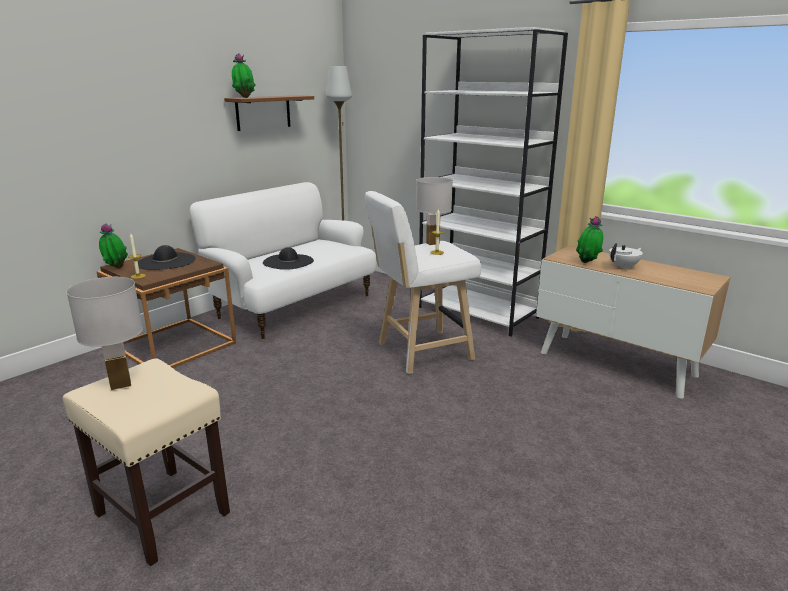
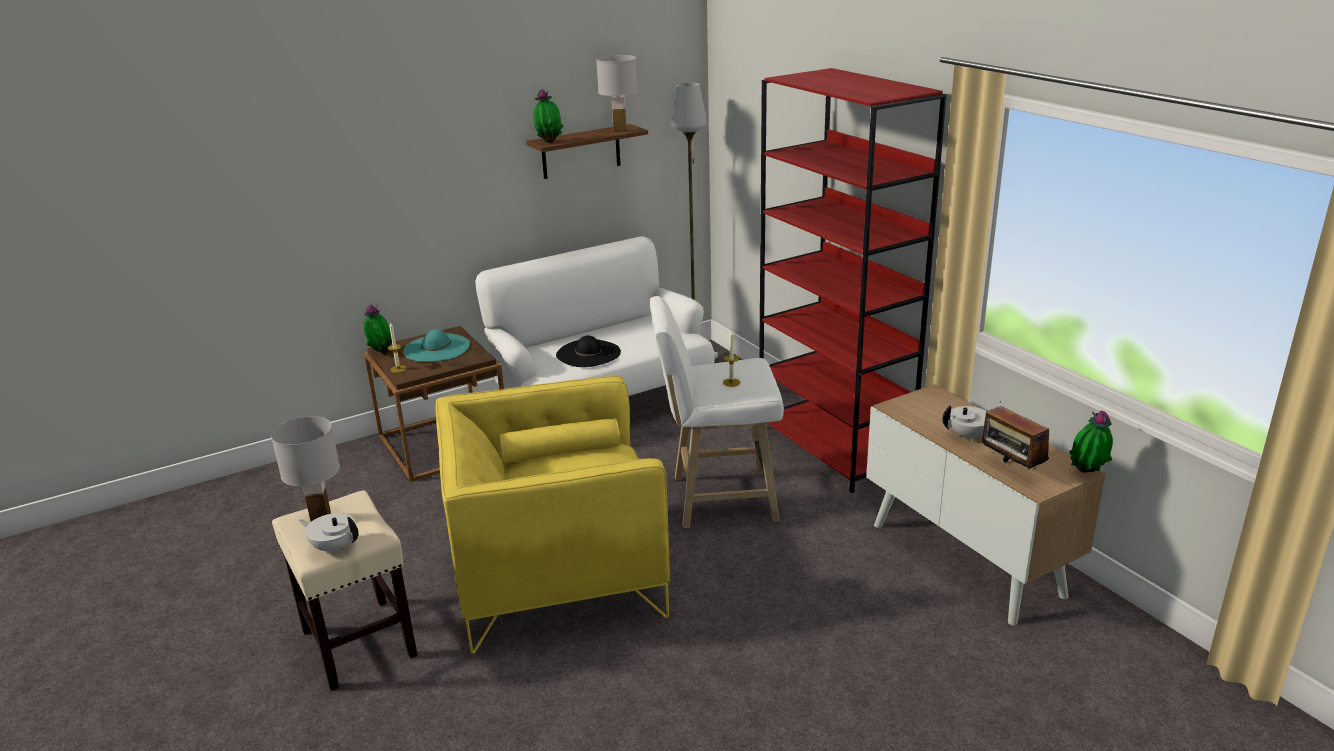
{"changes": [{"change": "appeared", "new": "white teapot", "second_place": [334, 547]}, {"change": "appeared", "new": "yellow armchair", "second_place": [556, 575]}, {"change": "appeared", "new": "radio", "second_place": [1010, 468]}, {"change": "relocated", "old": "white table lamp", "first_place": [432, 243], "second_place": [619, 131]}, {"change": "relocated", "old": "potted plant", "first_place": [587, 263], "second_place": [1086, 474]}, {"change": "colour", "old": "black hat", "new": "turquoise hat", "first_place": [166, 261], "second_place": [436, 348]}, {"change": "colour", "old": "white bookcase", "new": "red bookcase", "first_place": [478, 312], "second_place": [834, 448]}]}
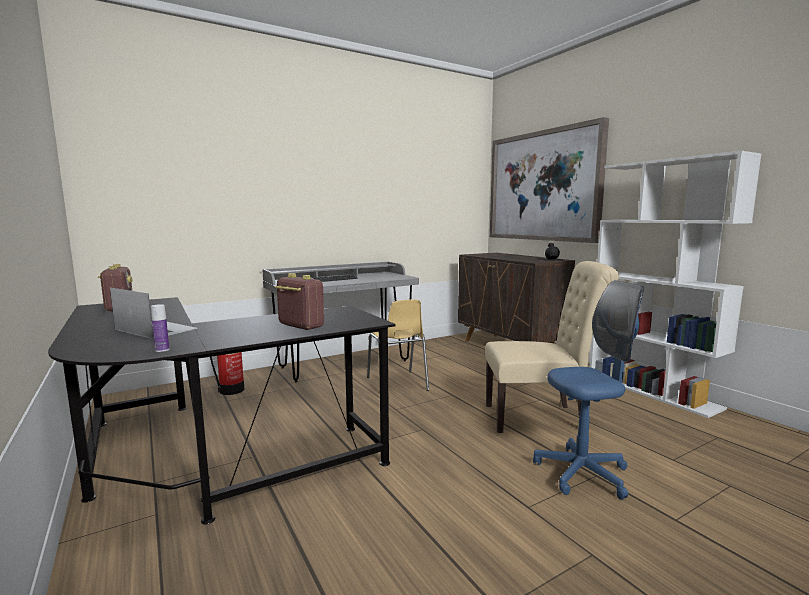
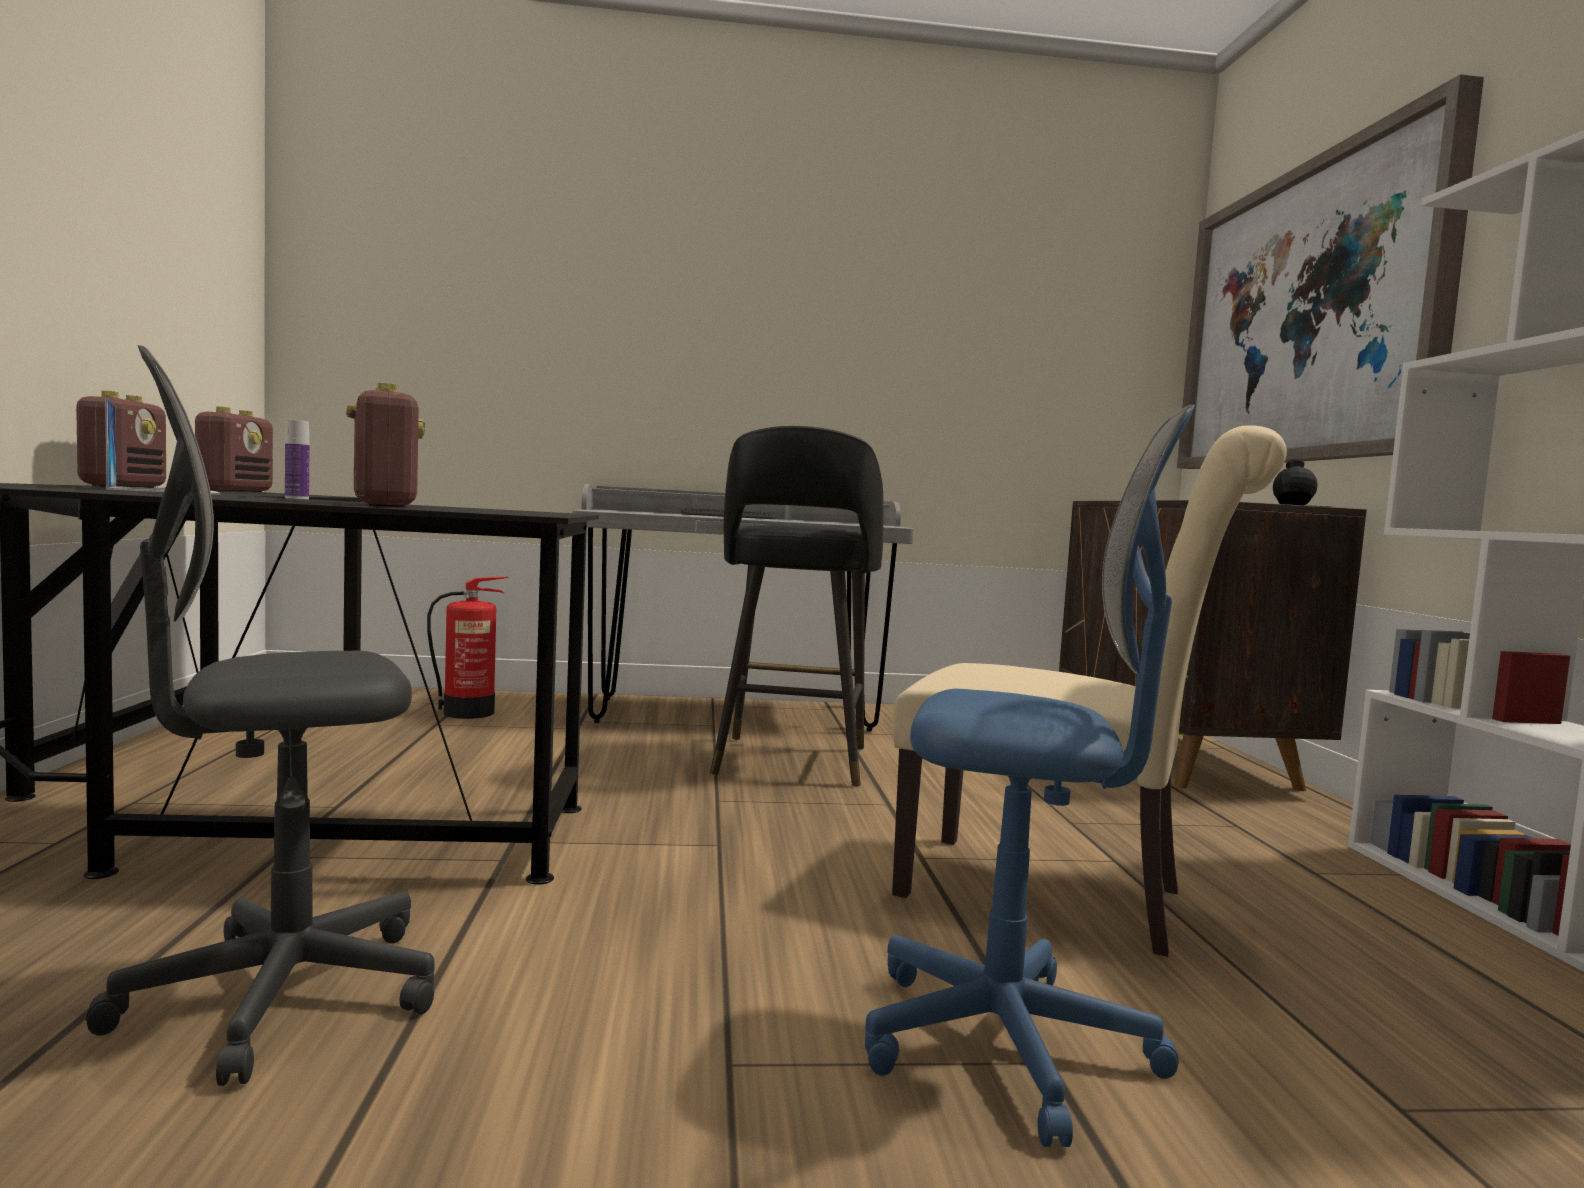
{"changes": [{"change": "appeared", "new": "radio", "second_place": [123, 486]}, {"change": "appeared", "new": "grey office chair", "second_place": [282, 995]}, {"change": "relocated", "old": "bottle", "first_place": [162, 350], "second_place": [297, 498]}, {"change": "exchanged", "old": "yellow chair", "new": "black stool", "first_place": [397, 384], "second_place": [790, 762]}]}
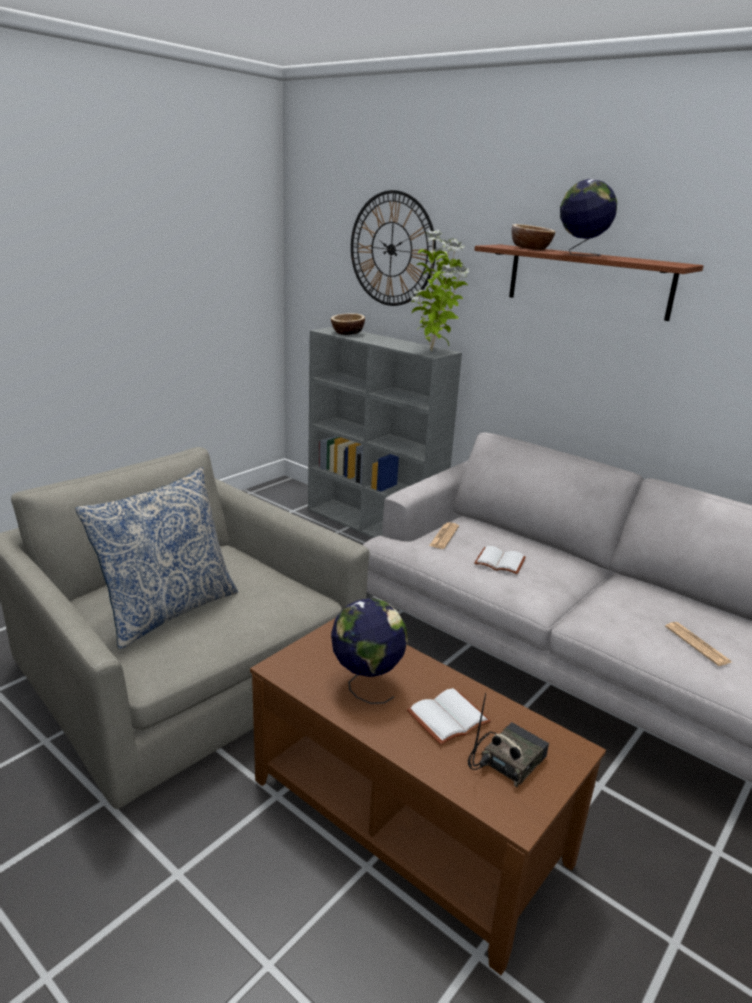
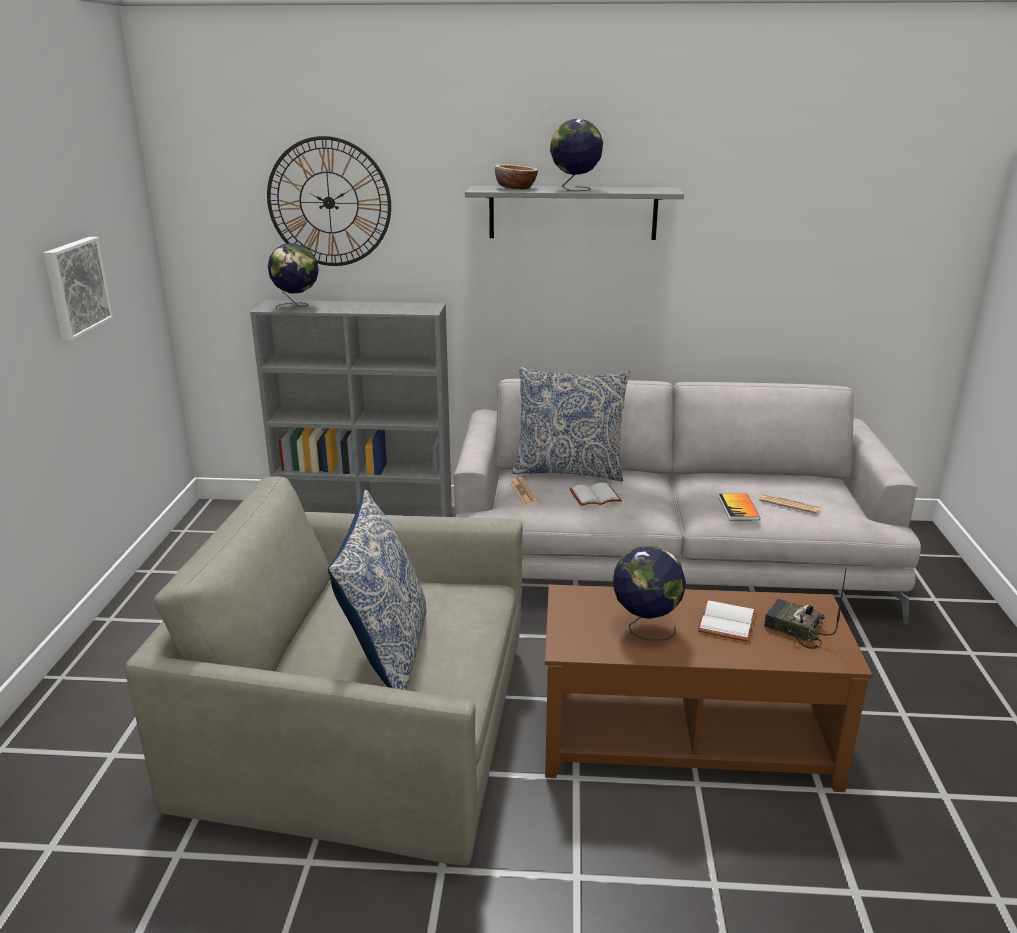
{"changes": [{"change": "missing", "old": "potted plant", "first_place": [433, 351]}, {"change": "appeared", "new": "picture", "second_place": [75, 287]}, {"change": "appeared", "new": "pillow", "second_place": [568, 470]}, {"change": "appeared", "new": "book", "second_place": [738, 508]}, {"change": "exchanged", "old": "bowl", "new": "globe", "first_place": [347, 333], "second_place": [297, 306]}, {"change": "colour", "old": "brown shelf", "new": "grey shelf", "first_place": [588, 281], "second_place": [572, 212]}, {"change": "spun", "old": "radio", "first_place": [506, 760], "second_place": [793, 630], "degrees": -60}]}
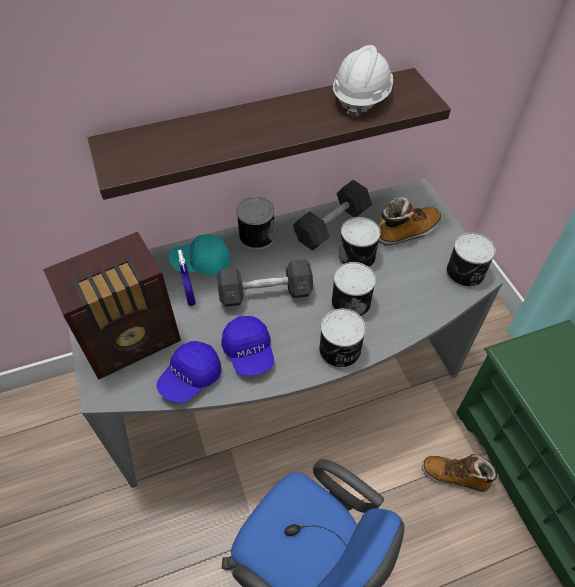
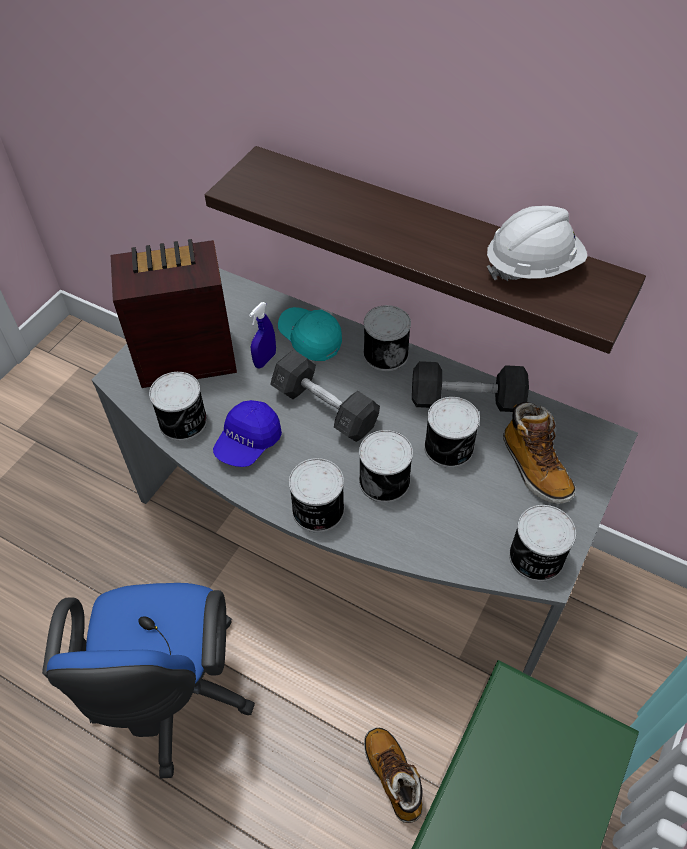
{"changes": [{"change": "exchanged", "old": "blue cap", "new": "can", "first_place": [190, 378], "second_place": [184, 422]}, {"change": "spun", "old": "radio", "first_place": [133, 340], "second_place": [184, 358], "degrees": 150}, {"change": "spun", "old": "boot", "first_place": [407, 232], "second_place": [534, 468], "degrees": 45}]}
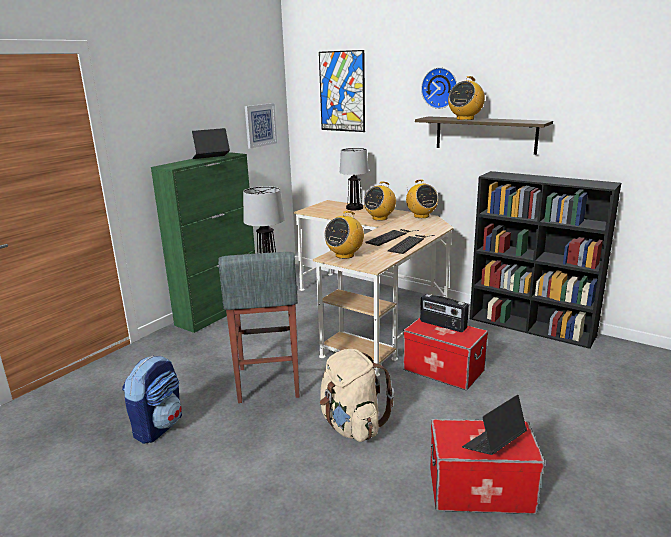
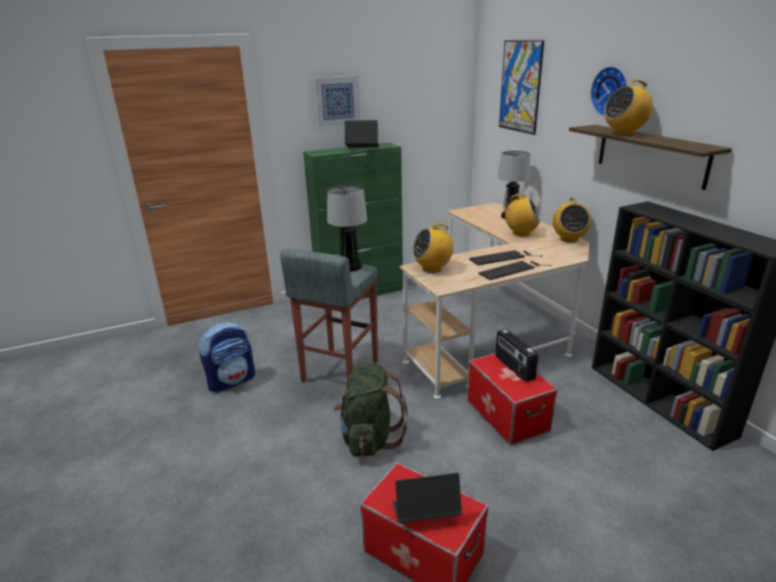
{"changes": [{"change": "relocated", "old": "picture", "first_place": [260, 125], "second_place": [337, 100]}, {"change": "colour", "old": "beige backpack", "new": "green backpack", "first_place": [352, 426], "second_place": [369, 438]}, {"change": "spun", "old": "radio", "first_place": [380, 218], "second_place": [521, 233], "degrees": -150}]}
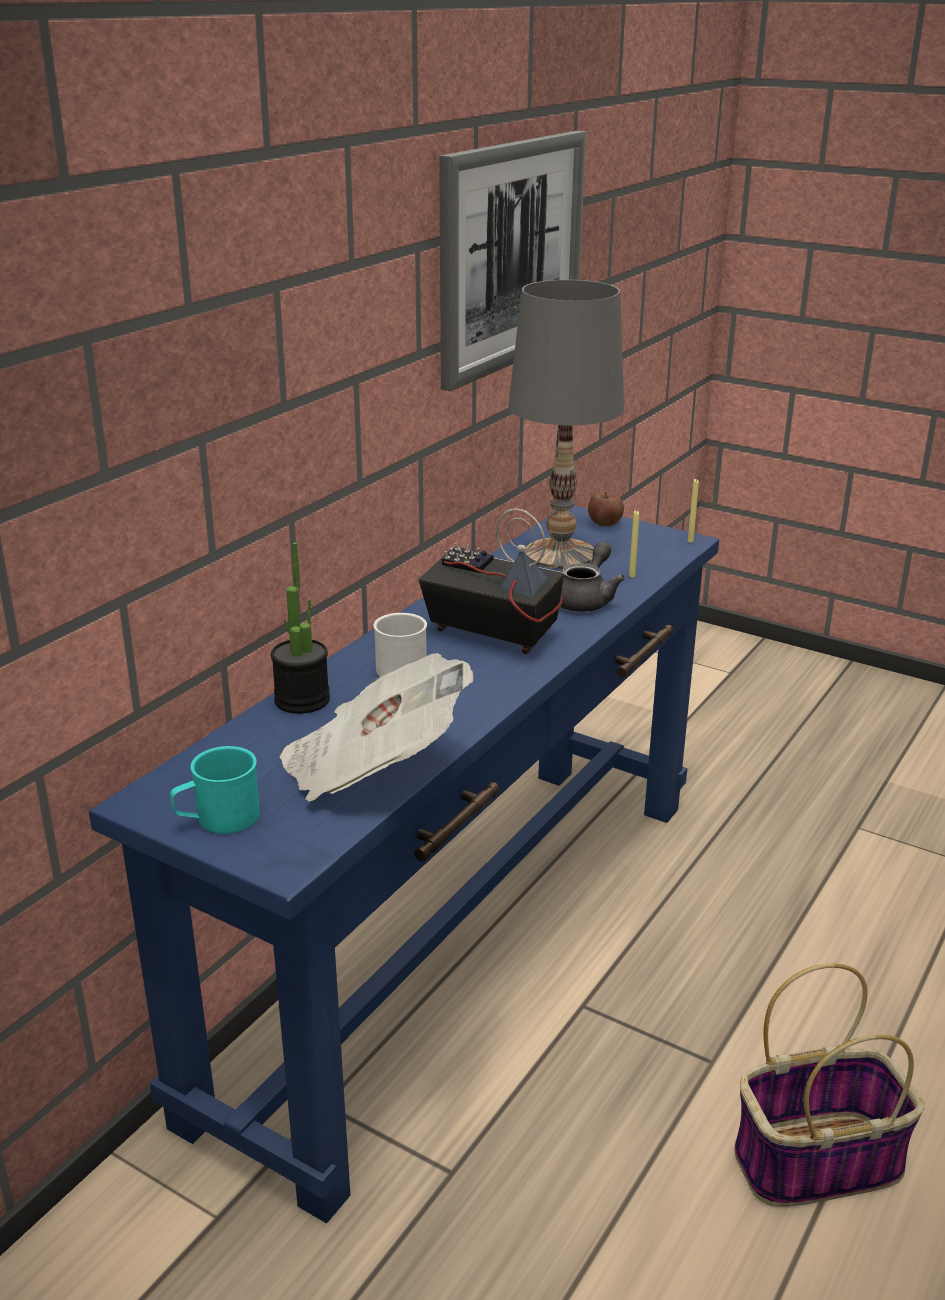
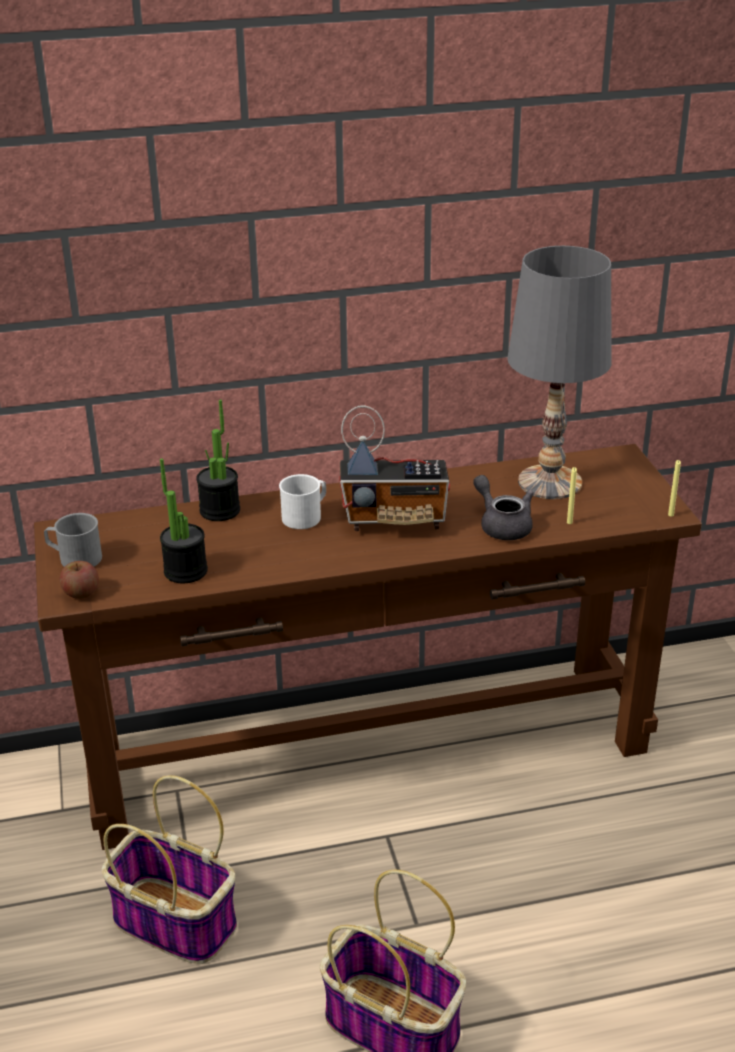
{"changes": [{"change": "missing", "old": "picture", "first_place": [510, 255]}, {"change": "appeared", "new": "basket", "second_place": [172, 922]}, {"change": "relocated", "old": "apple", "first_place": [605, 523], "second_place": [81, 593]}, {"change": "exchanged", "old": "newspaper", "new": "potted plant", "first_place": [373, 768], "second_place": [185, 571]}, {"change": "colour", "old": "blue console table", "new": "brown console table", "first_place": [464, 944], "second_place": [369, 752]}, {"change": "colour", "old": "turquoise mug", "new": "grey mug", "first_place": [218, 819], "second_place": [74, 558]}, {"change": "spun", "old": "radio", "first_place": [491, 634], "second_place": [395, 520], "degrees": 105}, {"change": "spun", "old": "grey teapot", "first_place": [586, 599], "second_place": [502, 525], "degrees": -105}]}
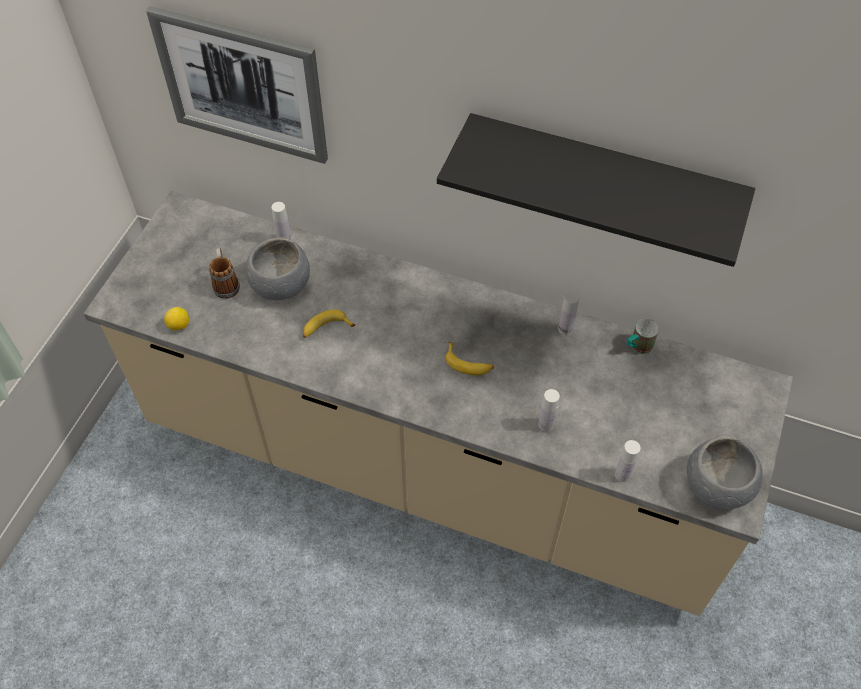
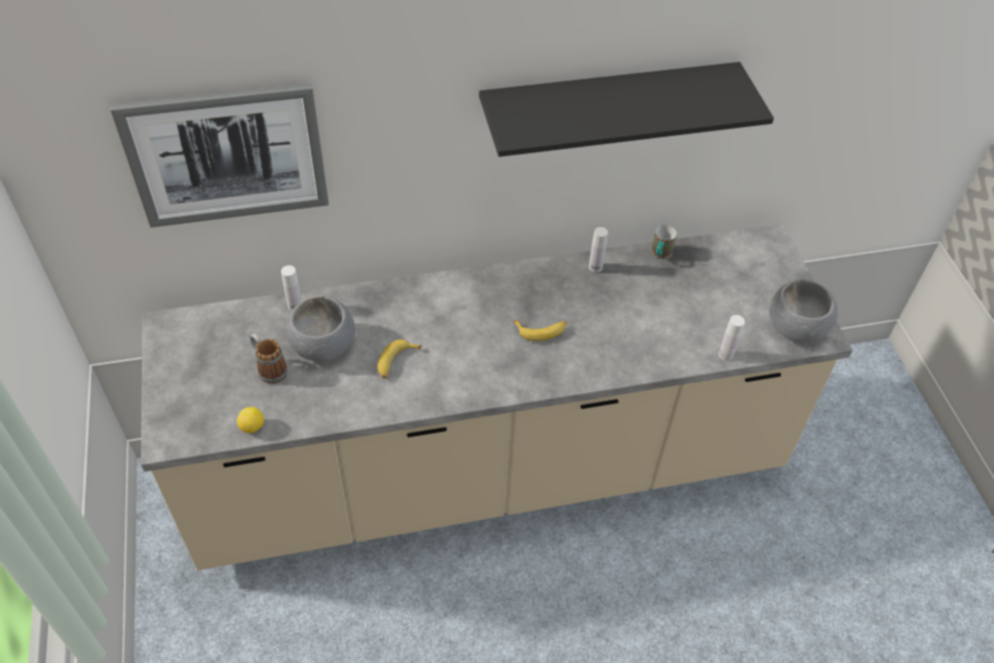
{"changes": [{"change": "missing", "old": "white bottle", "first_place": [546, 424]}]}
